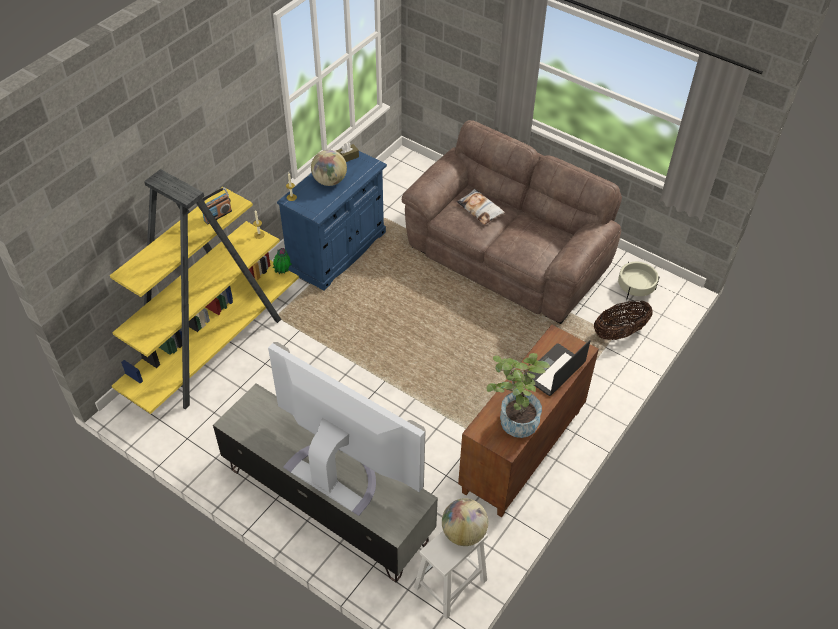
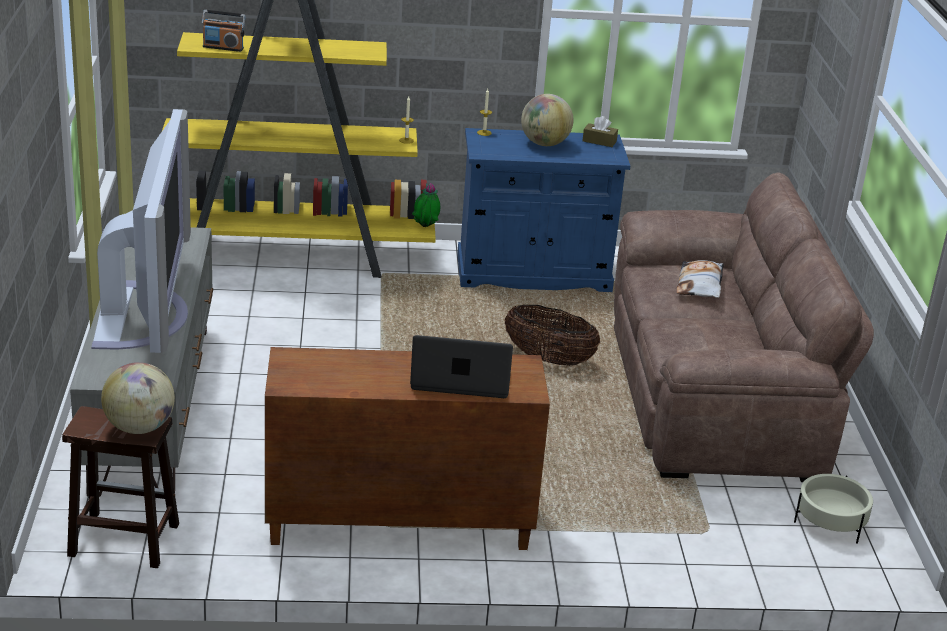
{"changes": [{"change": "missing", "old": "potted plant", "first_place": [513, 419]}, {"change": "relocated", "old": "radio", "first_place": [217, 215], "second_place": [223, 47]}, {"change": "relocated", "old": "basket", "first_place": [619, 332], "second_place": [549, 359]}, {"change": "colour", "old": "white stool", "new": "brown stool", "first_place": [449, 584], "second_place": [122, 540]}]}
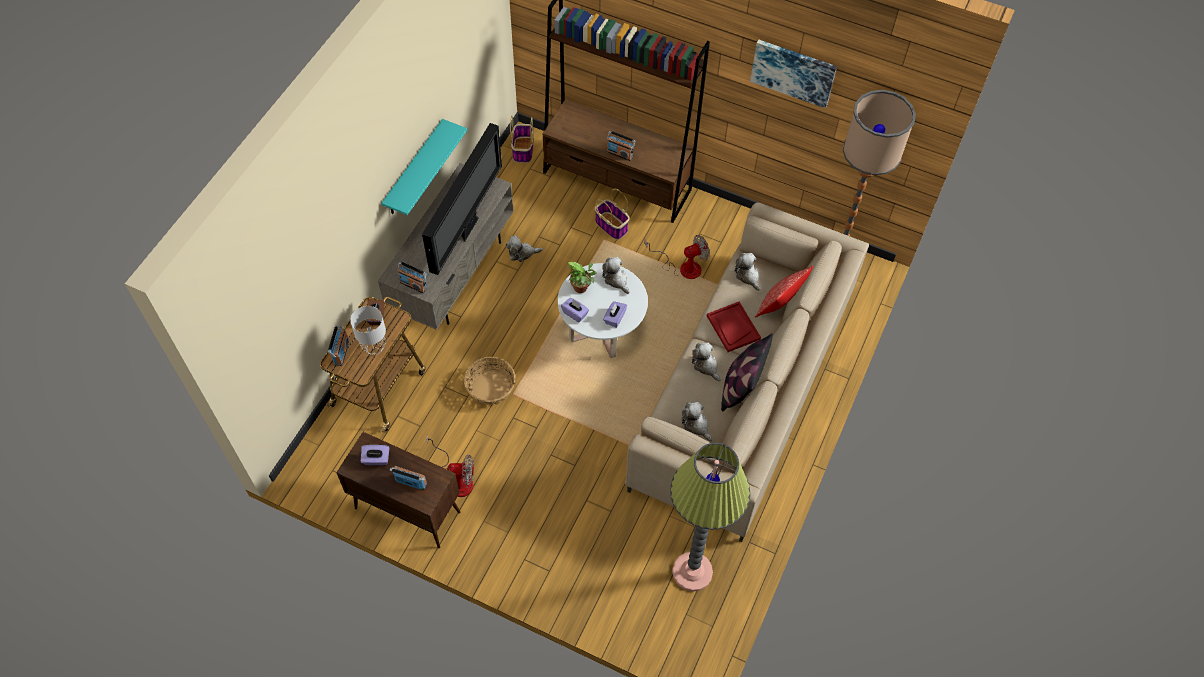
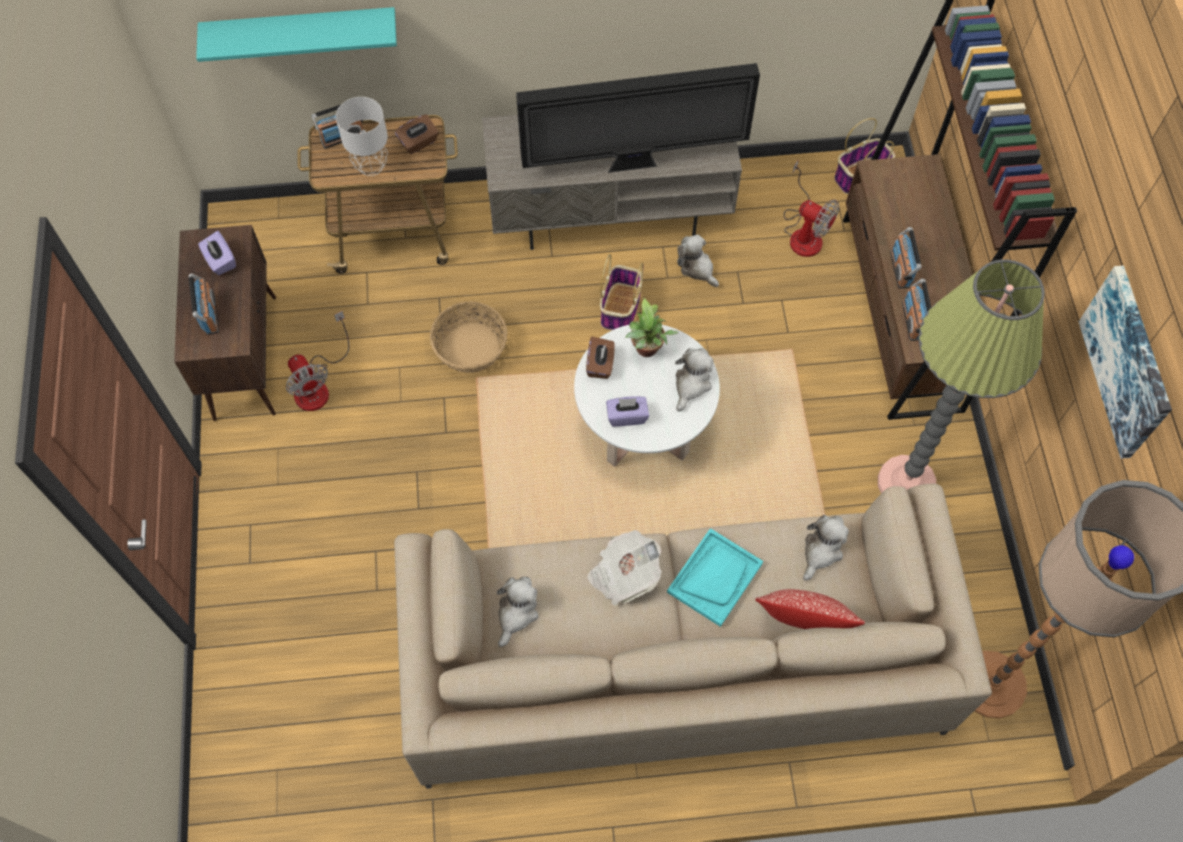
{"changes": [{"change": "missing", "old": "pillow", "first_place": [741, 386]}, {"change": "relocated", "old": "turquoise shelf", "first_place": [414, 169], "second_place": [301, 32]}, {"change": "relocated", "old": "radio", "first_place": [413, 285], "second_place": [912, 321]}, {"change": "relocated", "old": "basket", "first_place": [612, 226], "second_place": [620, 308]}, {"change": "relocated", "old": "fan", "first_place": [682, 267], "second_place": [804, 232]}, {"change": "relocated", "old": "floor lamp", "first_place": [692, 572], "second_place": [906, 483]}, {"change": "exchanged", "old": "plush toy", "new": "newspaper", "first_place": [706, 365], "second_place": [623, 574]}, {"change": "colour", "old": "purple tissue box", "new": "brown tissue box", "first_place": [575, 313], "second_place": [600, 364]}, {"change": "colour", "old": "red tray", "new": "turquoise tray", "first_place": [733, 327], "second_place": [714, 577]}]}
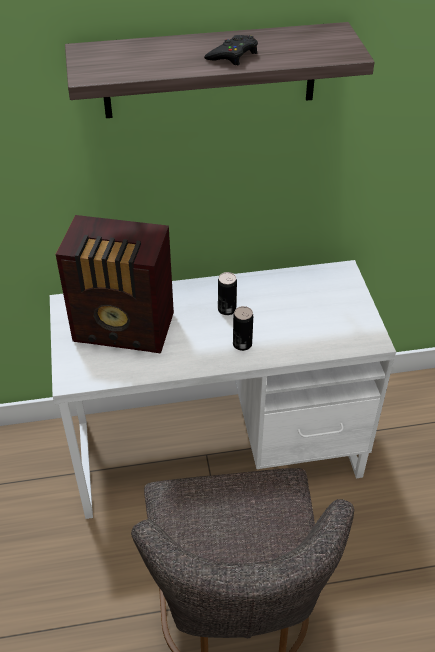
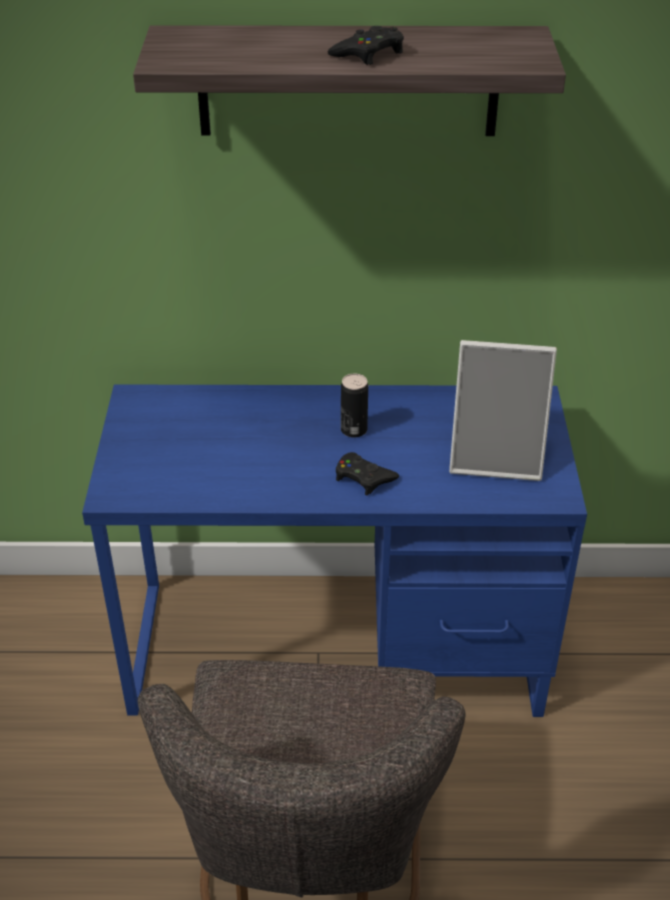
{"changes": [{"change": "missing", "old": "radio", "first_place": [125, 329]}, {"change": "appeared", "new": "picture frame", "second_place": [496, 456]}, {"change": "exchanged", "old": "can", "new": "black game controller", "first_place": [242, 344], "second_place": [363, 477]}, {"change": "colour", "old": "white desk", "new": "blue desk", "first_place": [218, 449], "second_place": [336, 648]}]}
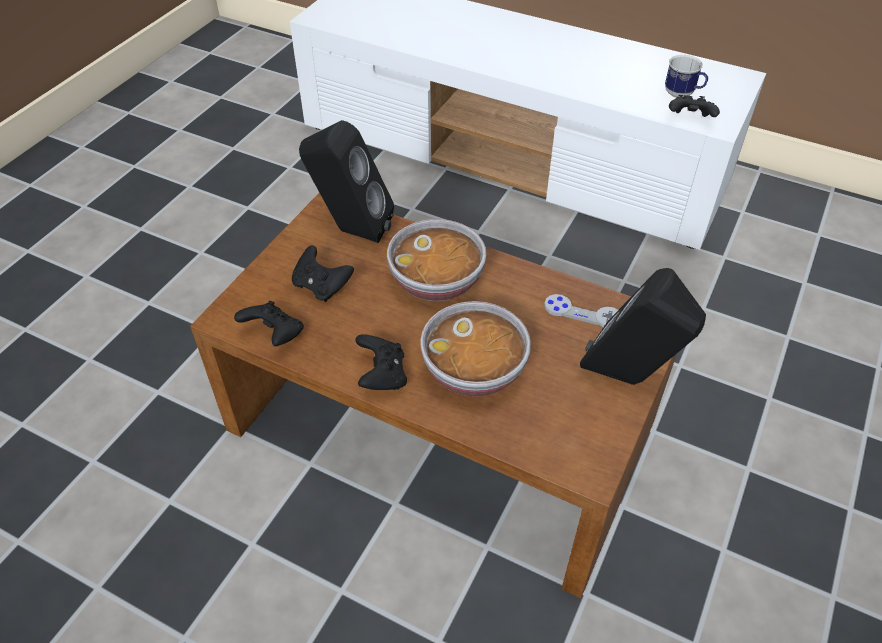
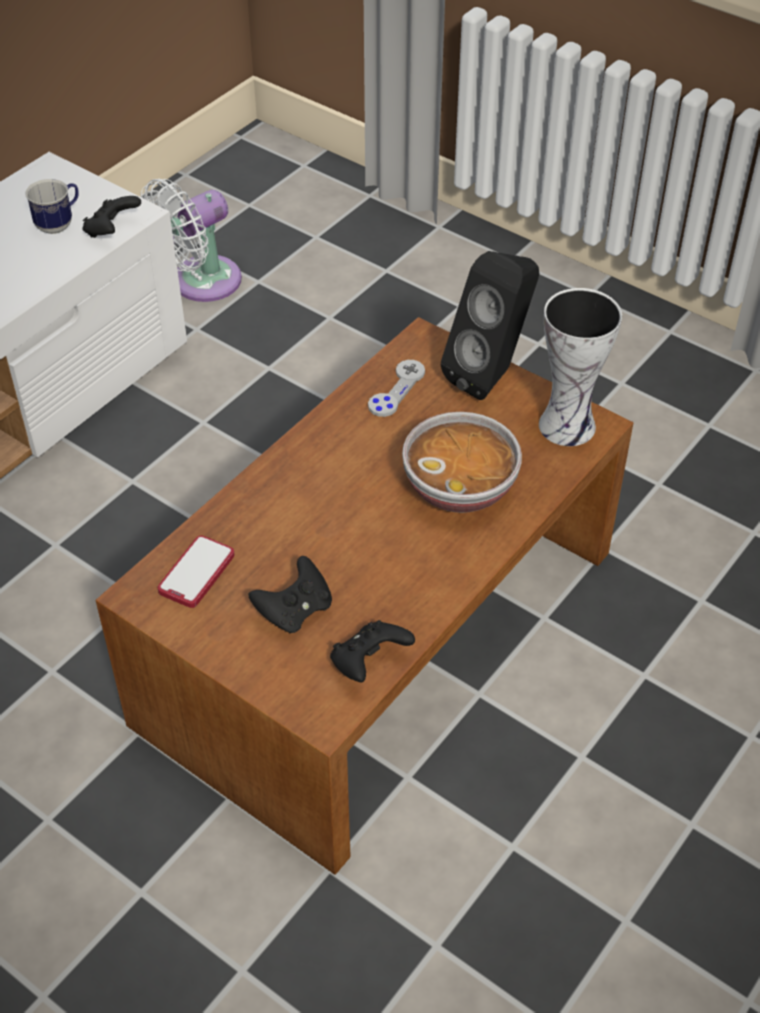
{"changes": [{"change": "missing", "old": "black game controller", "first_place": [382, 376]}, {"change": "missing", "old": "bowl", "first_place": [437, 282]}, {"change": "appeared", "new": "white fan", "second_place": [200, 283]}, {"change": "appeared", "new": "vase", "second_place": [568, 424]}, {"change": "exchanged", "old": "black speaker", "new": "phone", "first_place": [351, 230], "second_place": [196, 573]}]}
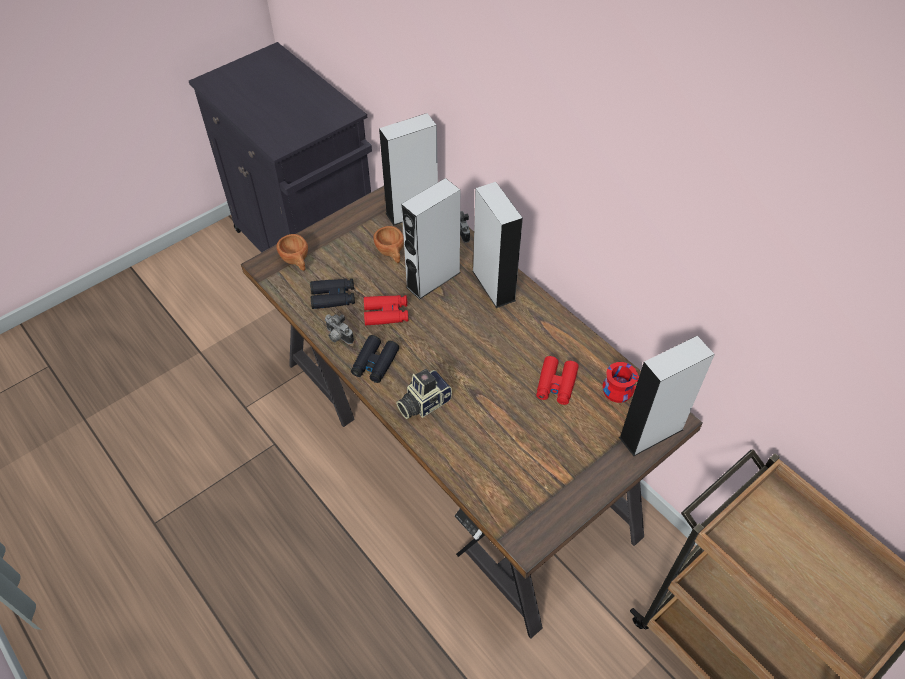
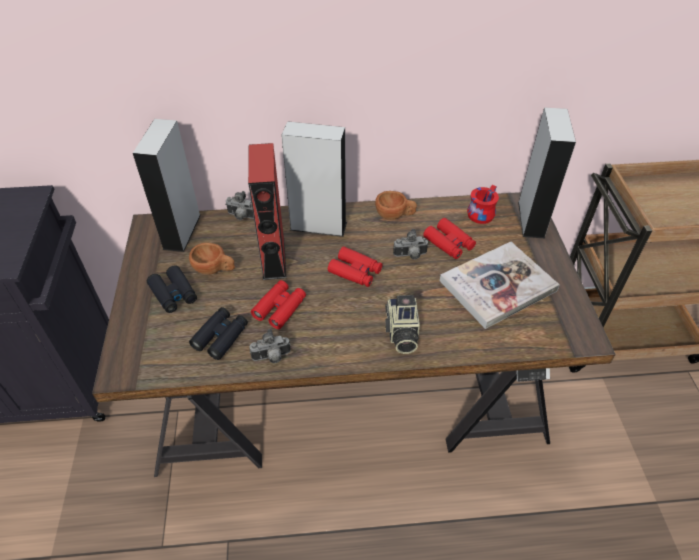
{"changes": [{"change": "appeared", "new": "red binoculars", "second_place": [355, 271]}, {"change": "appeared", "new": "photo camera", "second_place": [410, 256]}, {"change": "appeared", "new": "book", "second_place": [497, 286]}, {"change": "relocated", "old": "brown cup", "first_place": [296, 261], "second_place": [395, 215]}, {"change": "relocated", "old": "black binoculars", "first_place": [375, 363], "second_place": [173, 294]}, {"change": "colour", "old": "grey speaker", "new": "red speaker", "first_place": [433, 279], "second_place": [273, 258]}]}
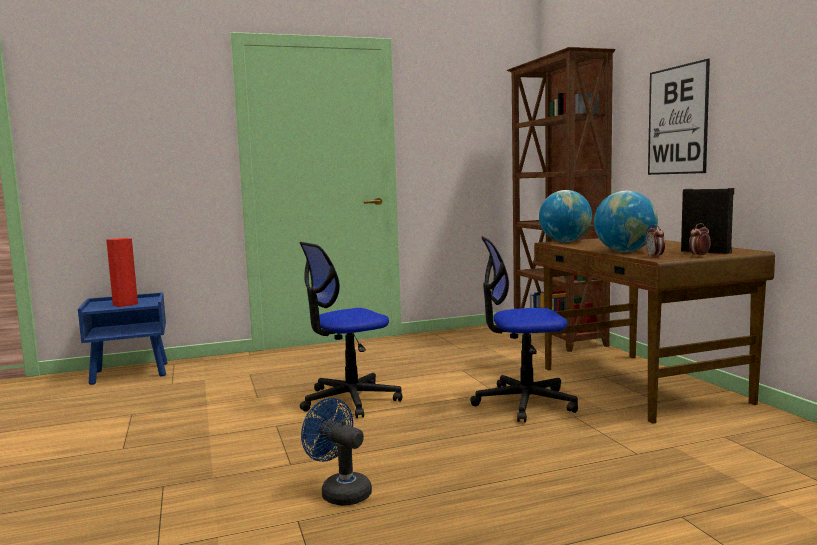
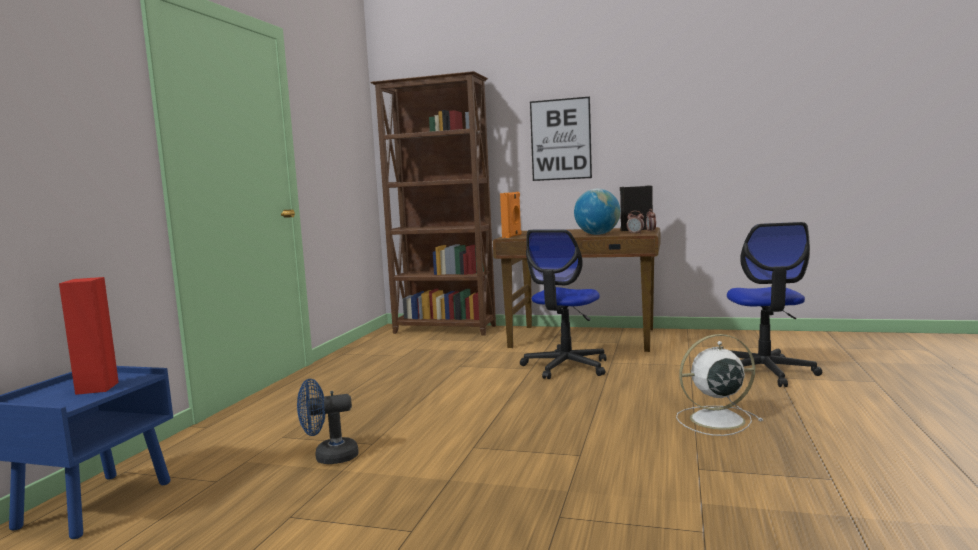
{"changes": [{"change": "appeared", "new": "white fan", "second_place": [714, 420]}, {"change": "relocated", "old": "office chair", "first_place": [350, 400], "second_place": [765, 372]}, {"change": "relocated", "old": "blue fan", "first_place": [340, 492], "second_place": [329, 457]}, {"change": "exchanged", "old": "globe", "new": "orange speaker", "first_place": [565, 242], "second_place": [512, 236]}]}
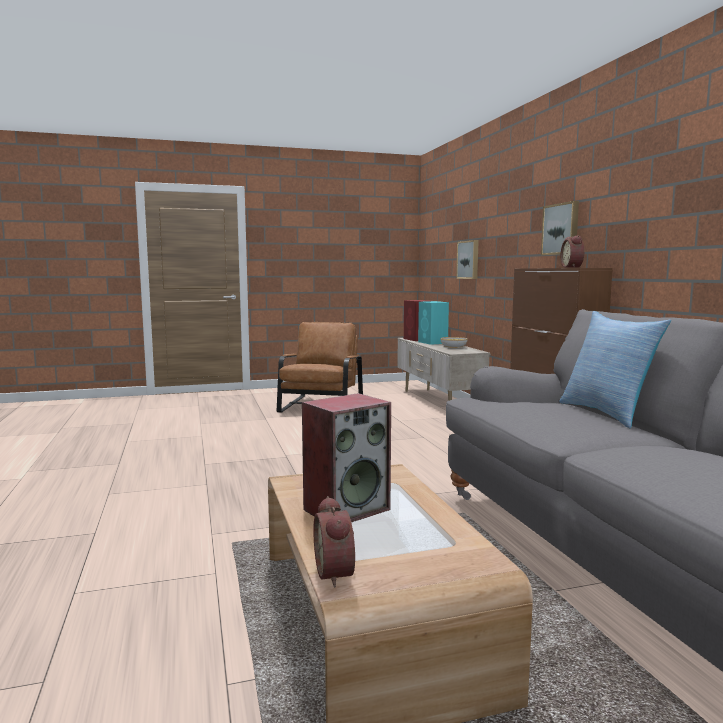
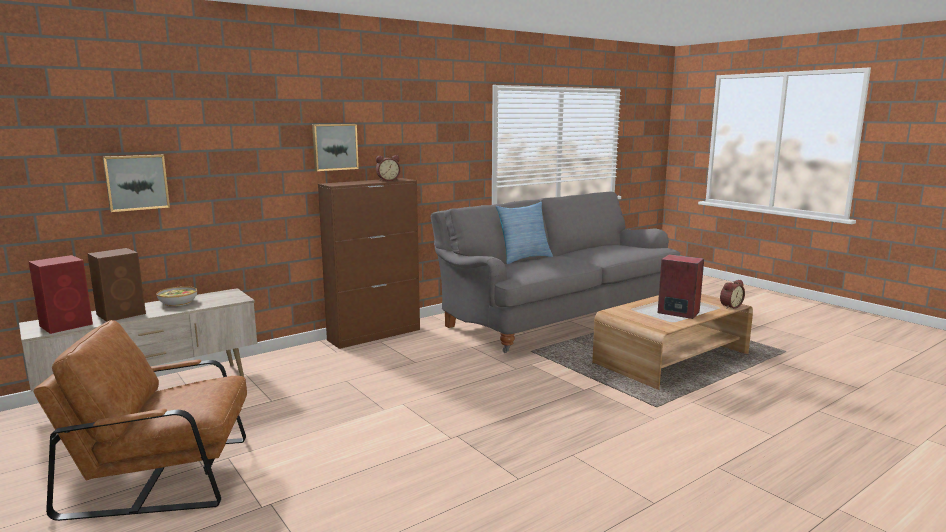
{"changes": [{"change": "colour", "old": "turquoise speaker", "new": "brown speaker", "first_place": [433, 342], "second_place": [122, 314]}]}
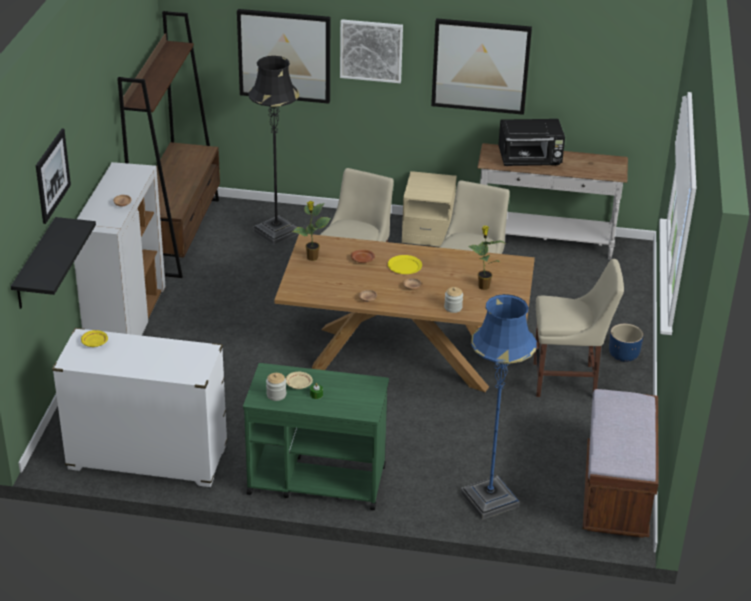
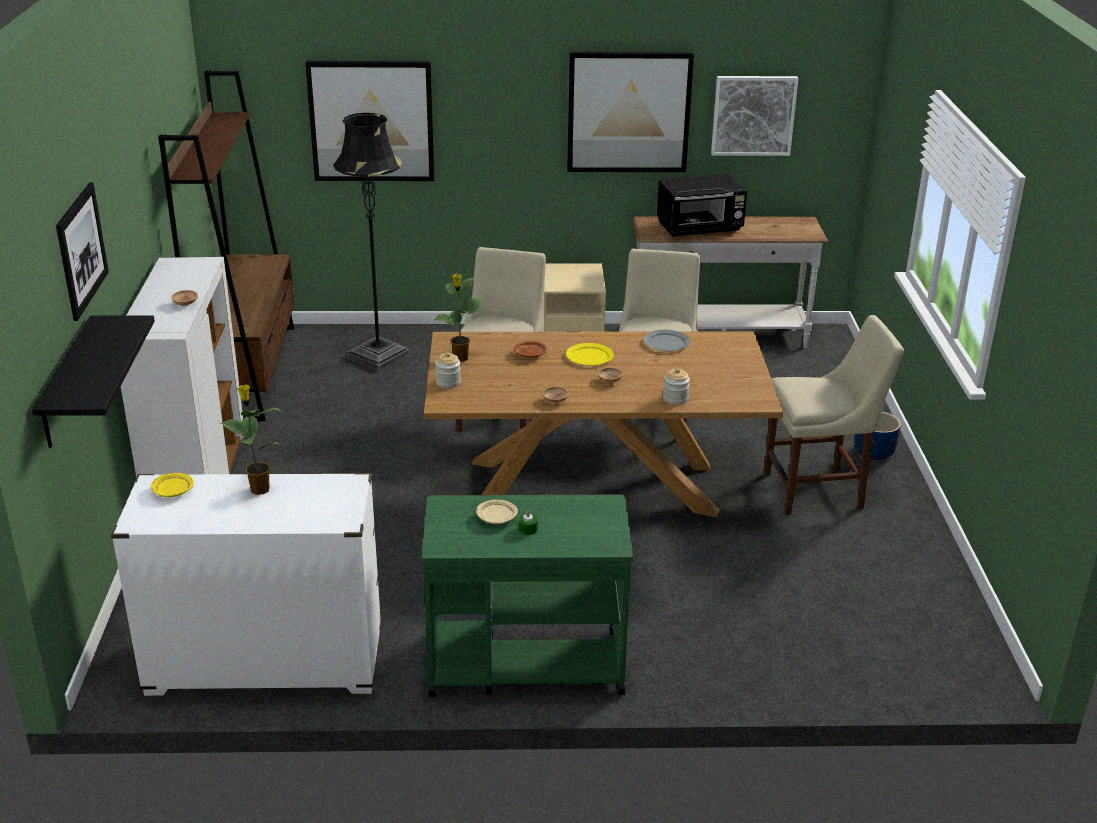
{"changes": [{"change": "missing", "old": "blue floor lamp", "first_place": [489, 499]}, {"change": "missing", "old": "brown bench", "first_place": [616, 494]}, {"change": "appeared", "new": "grey plate", "second_place": [666, 343]}, {"change": "relocated", "old": "jar", "first_place": [276, 395], "second_place": [448, 382]}, {"change": "relocated", "old": "picture", "first_place": [371, 50], "second_place": [753, 115]}, {"change": "relocated", "old": "potted plant", "first_place": [483, 286], "second_place": [259, 489]}]}
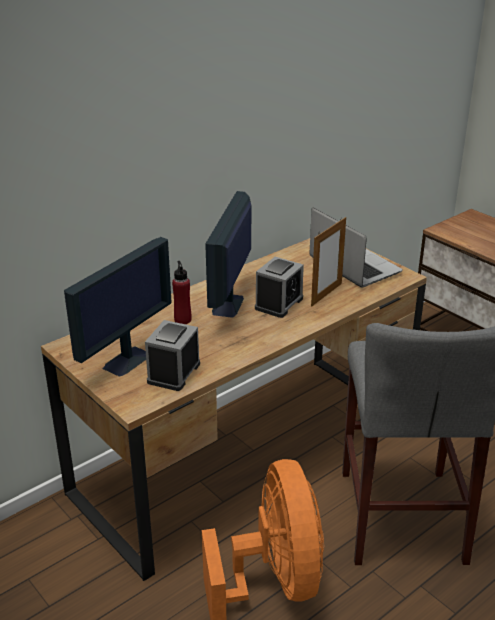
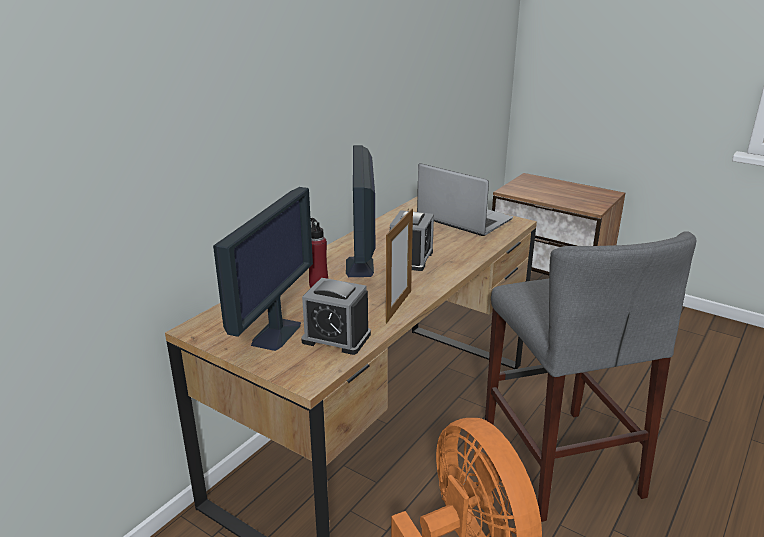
{"changes": [{"change": "relocated", "old": "picture frame", "first_place": [326, 294], "second_place": [398, 306]}, {"change": "spun", "old": "alarm clock", "first_place": [174, 373], "second_place": [336, 338], "degrees": -75}]}
